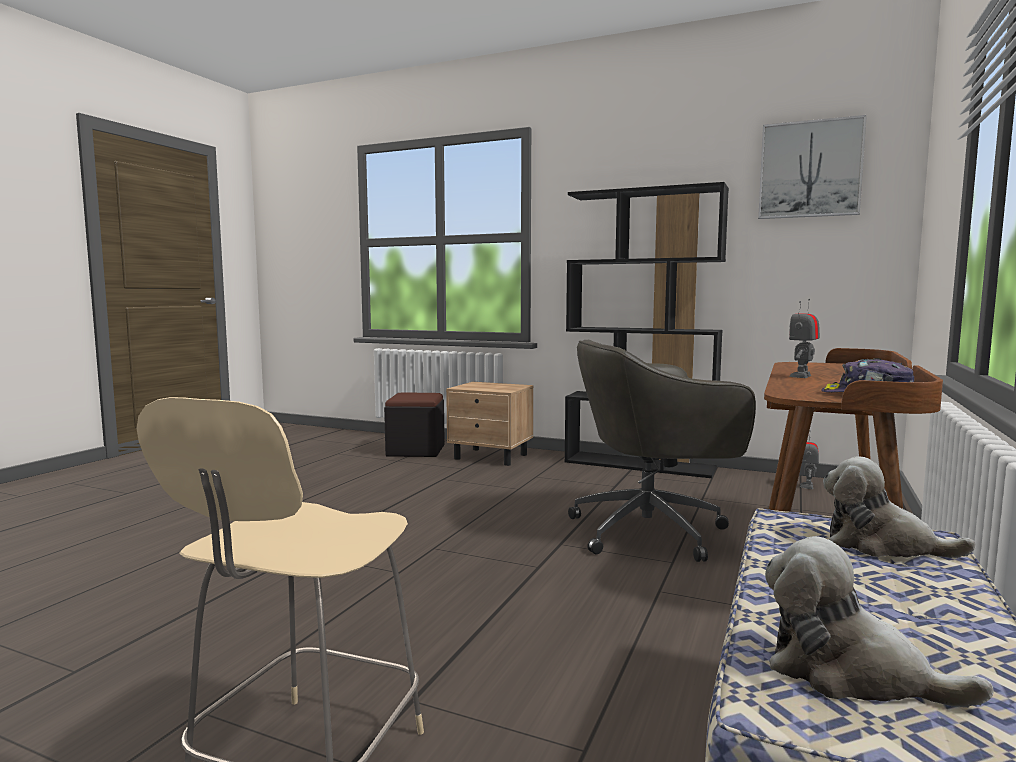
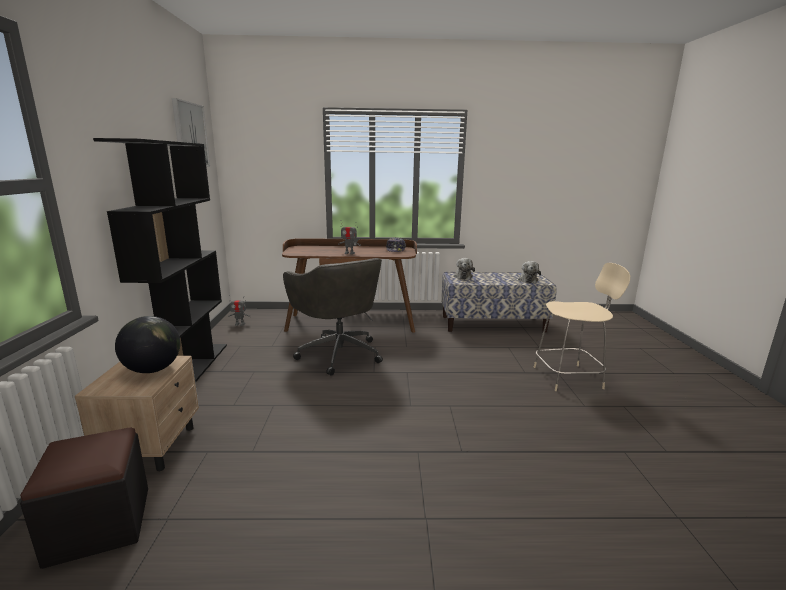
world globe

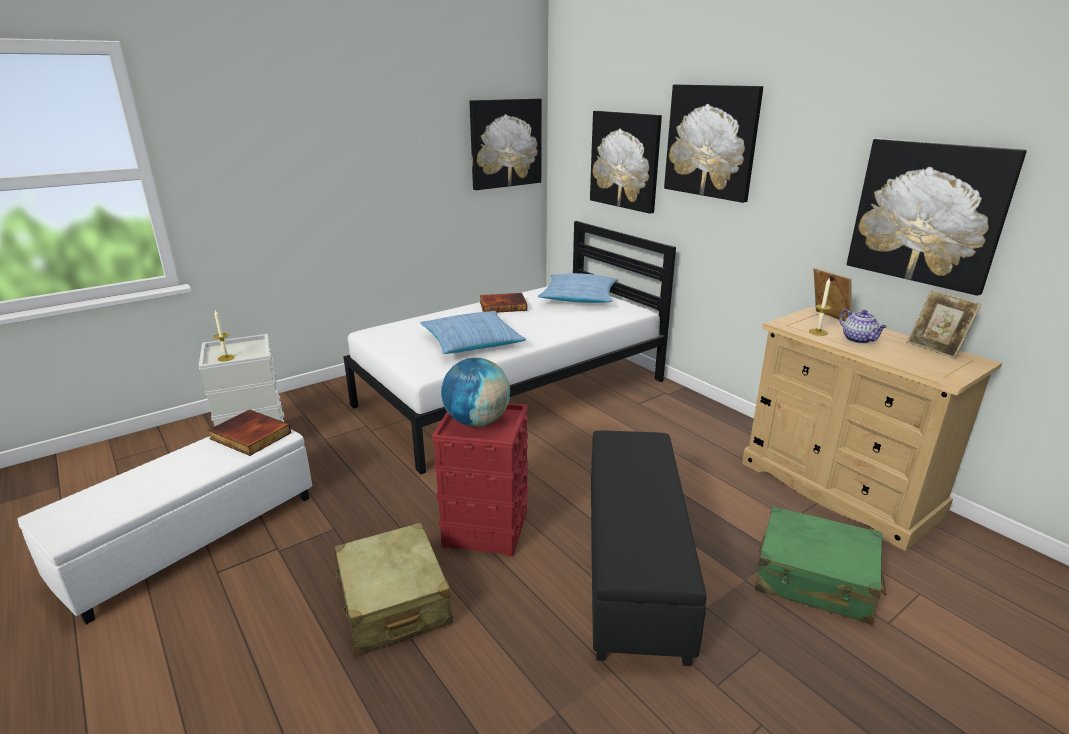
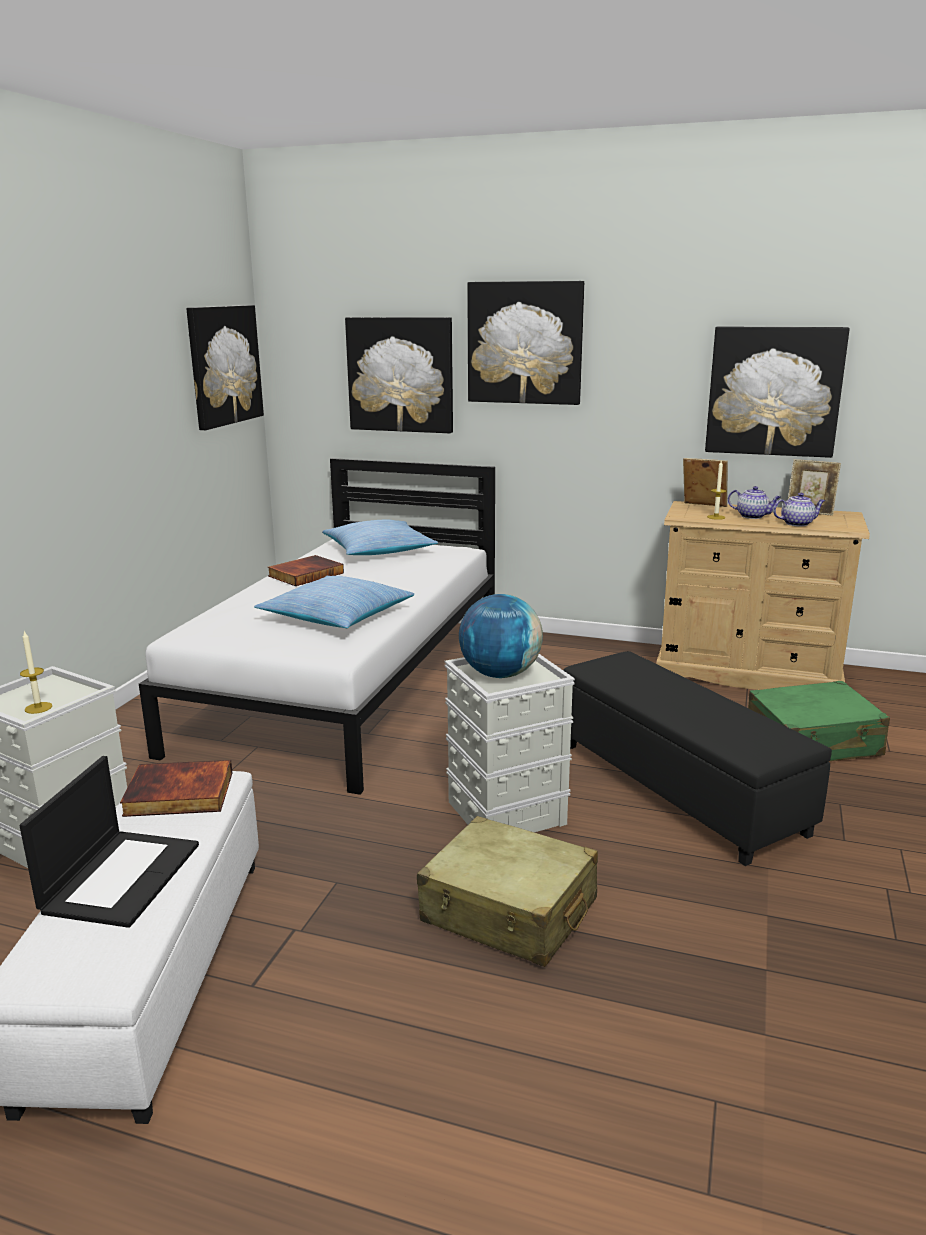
gray storage box (2nd from left)
tea pot (2nd from left)
portable computer

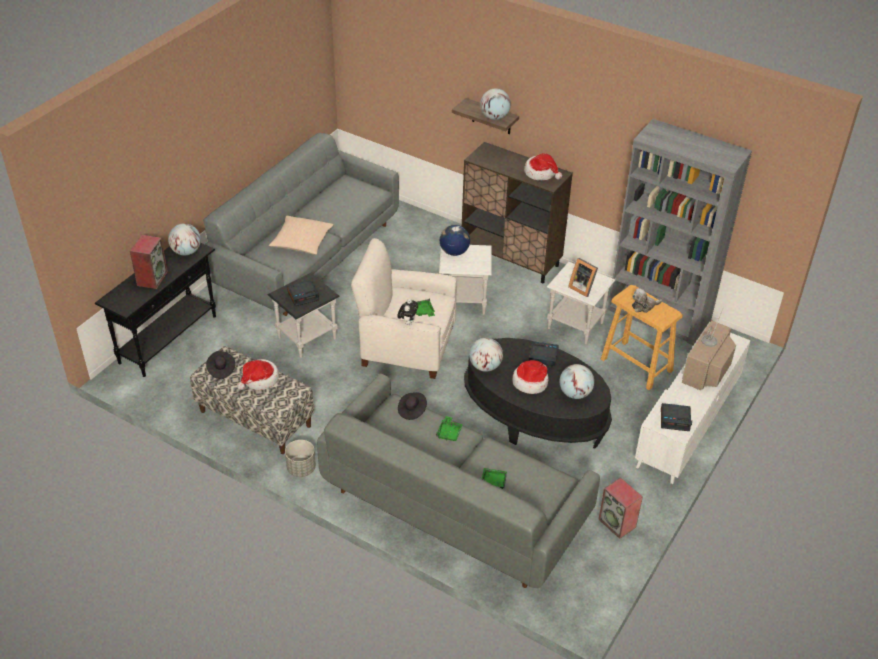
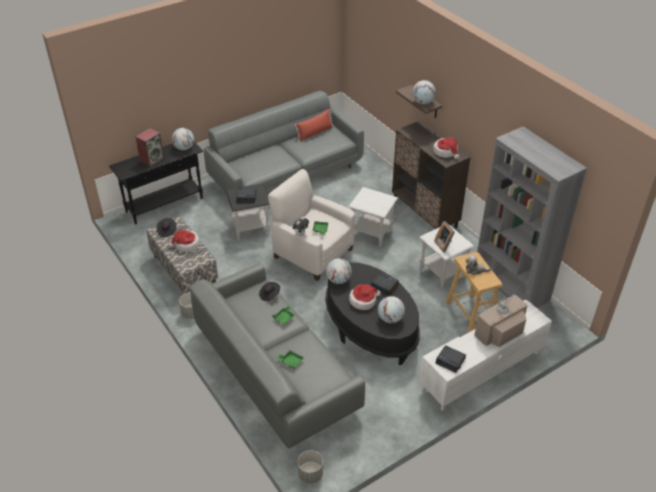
beige pillow
world globe (2nd from left in the first image)
audio speaker (2nd from left in the first image)
reddish pillow
gray planter (2nd from left)

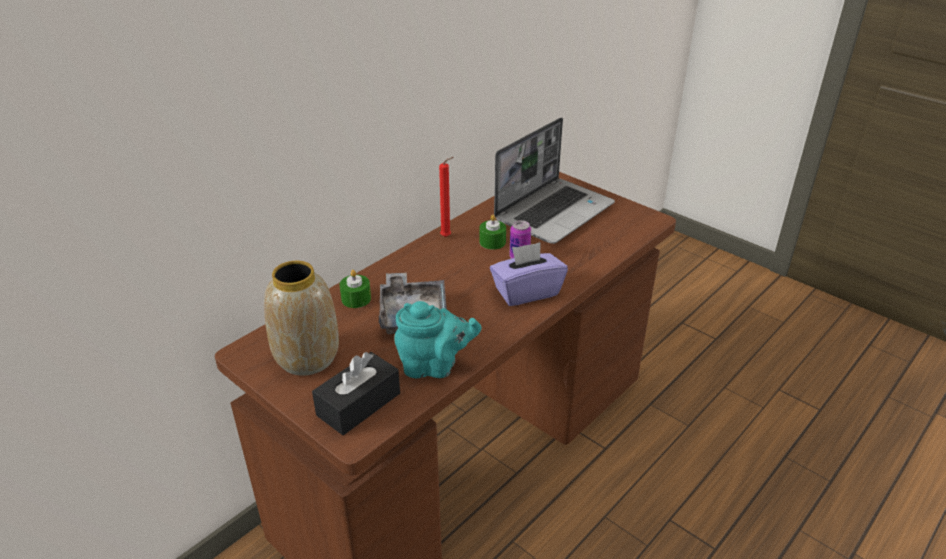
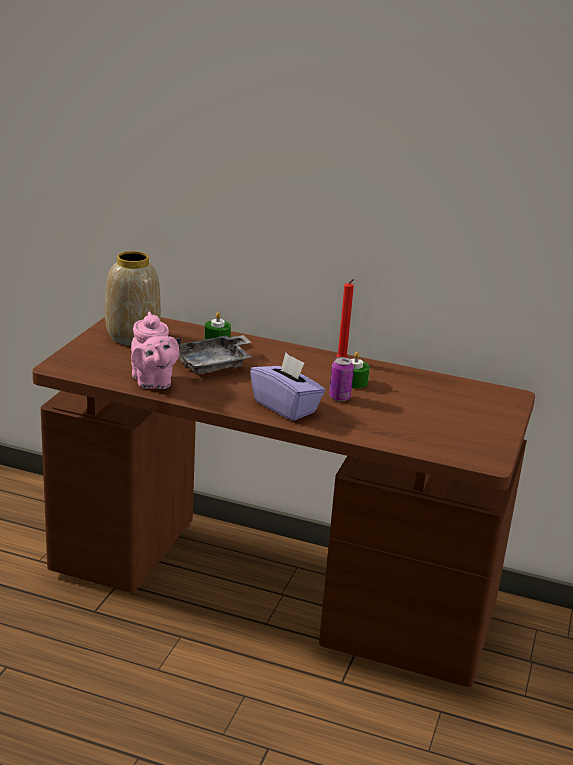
portable computer
pinkish tea pot
black tissue box

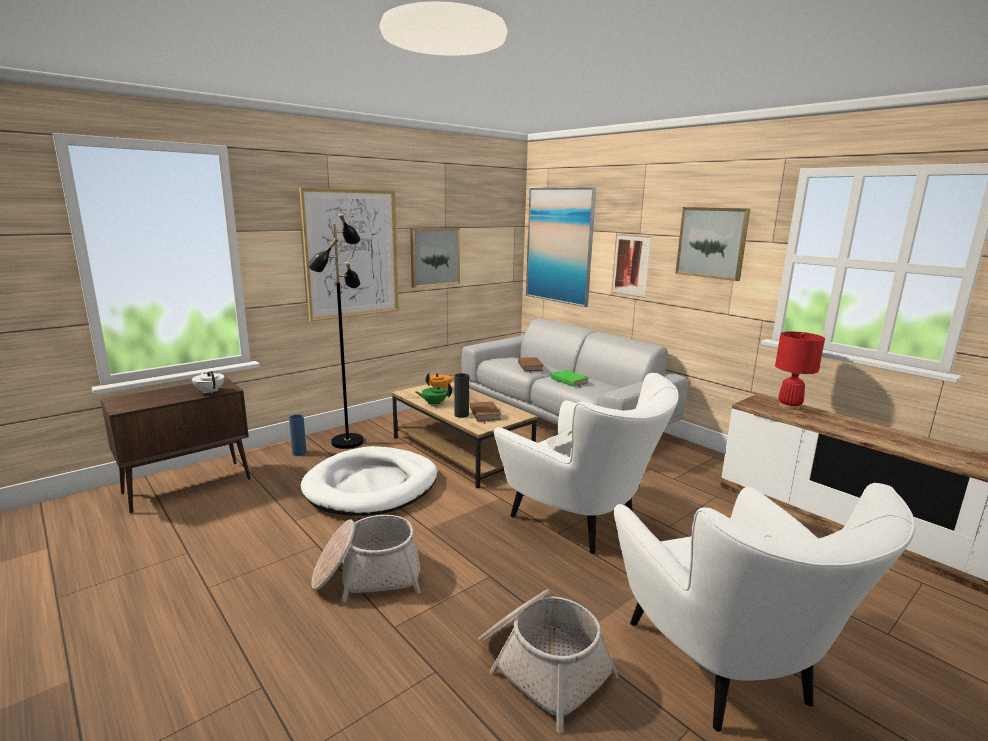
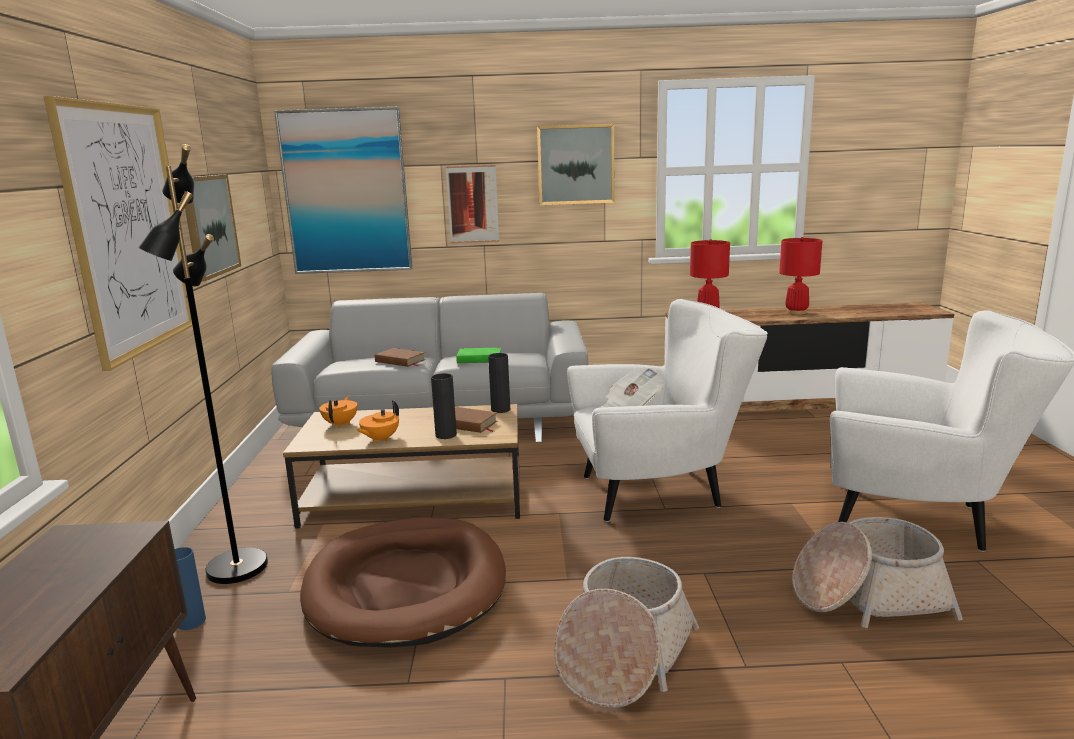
white-coloured tea pot
orange-coloured tea pot (2nd from left)
brownish pet bed
reddish tabletop lamp (2nd from left)
black vase (2nd from left)

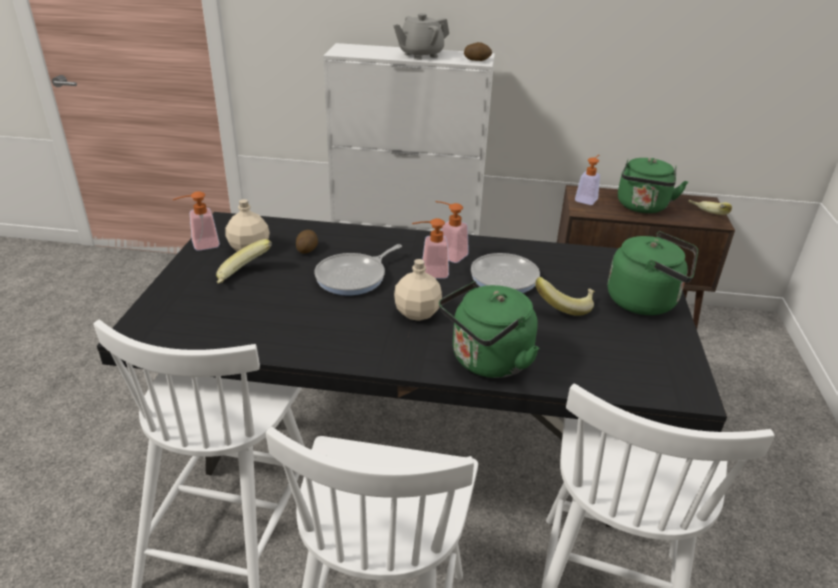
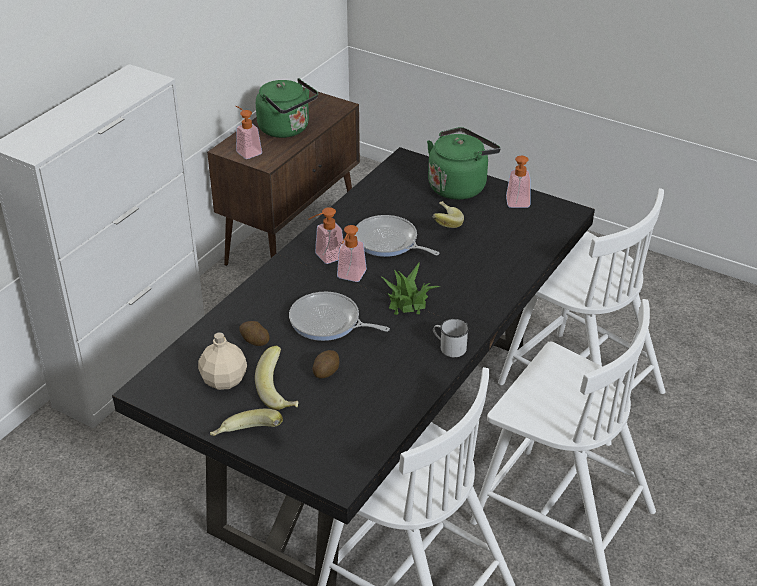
gray tea pot
potato (2nd from left)
liquid soap bottle (4th from left)
banana fruit (1st from left)
frying pan (1st from left)
plant in a pot
greenish kettle (1st from left in the first image)
white-coloured coffee mug

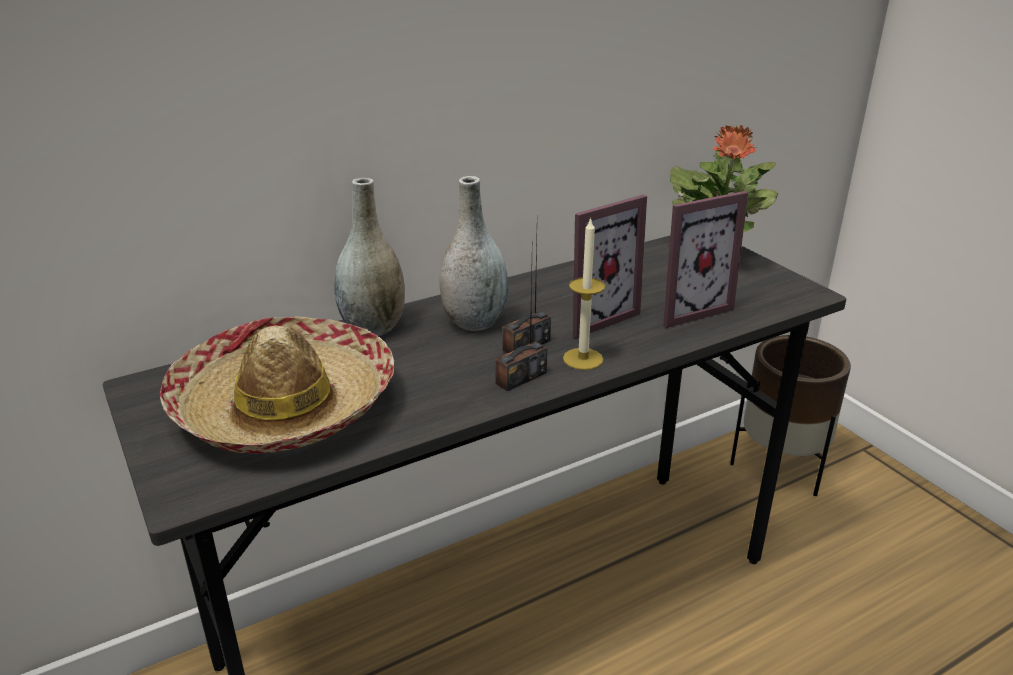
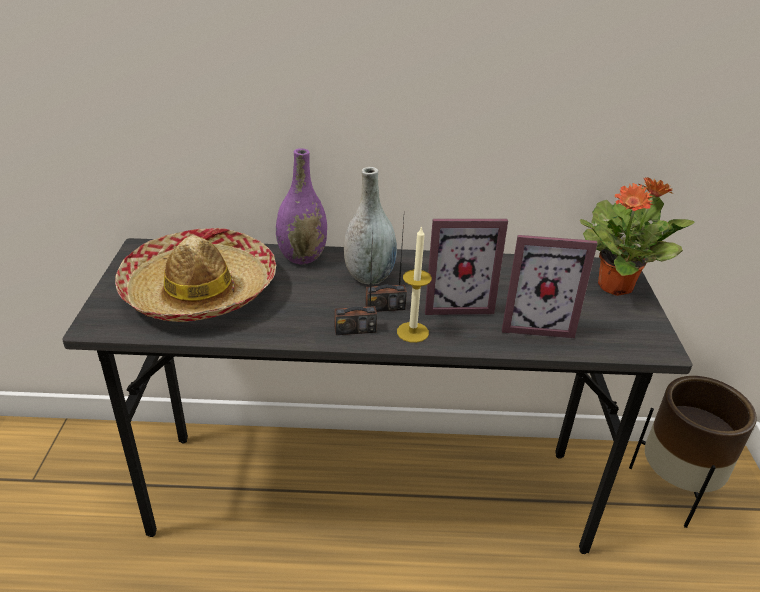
purple vase

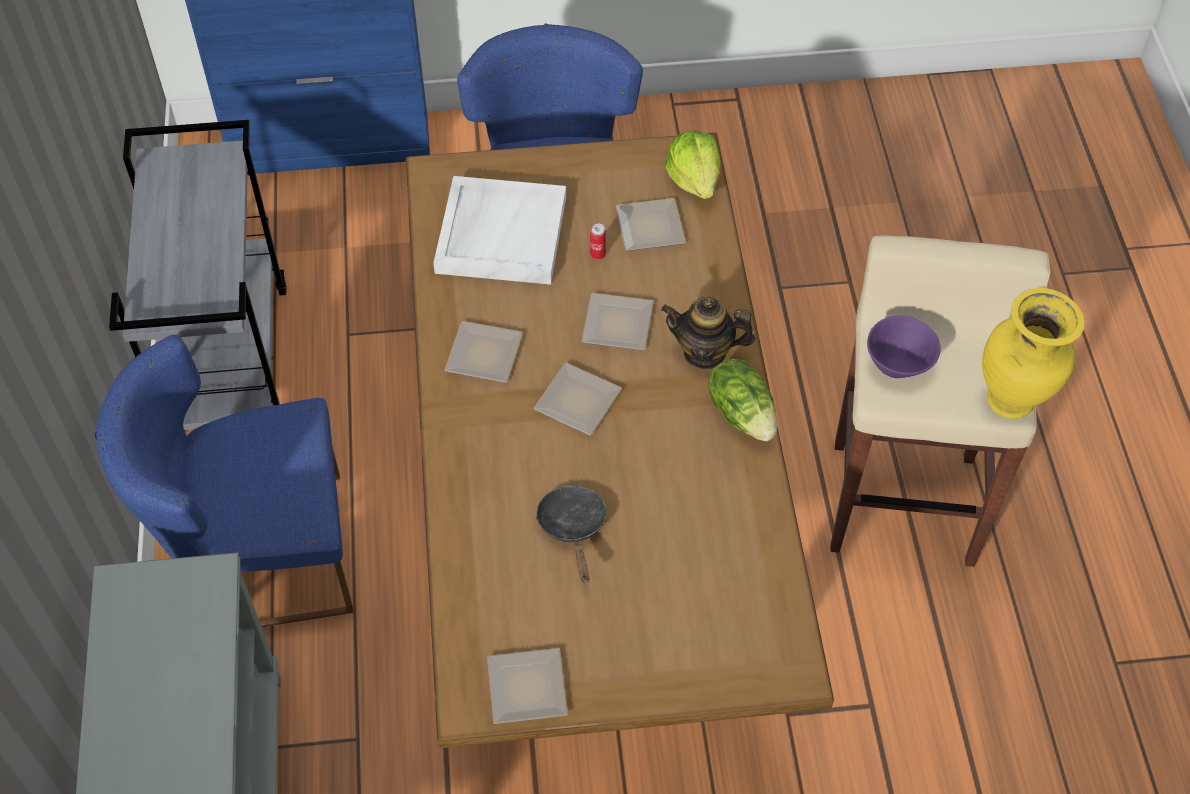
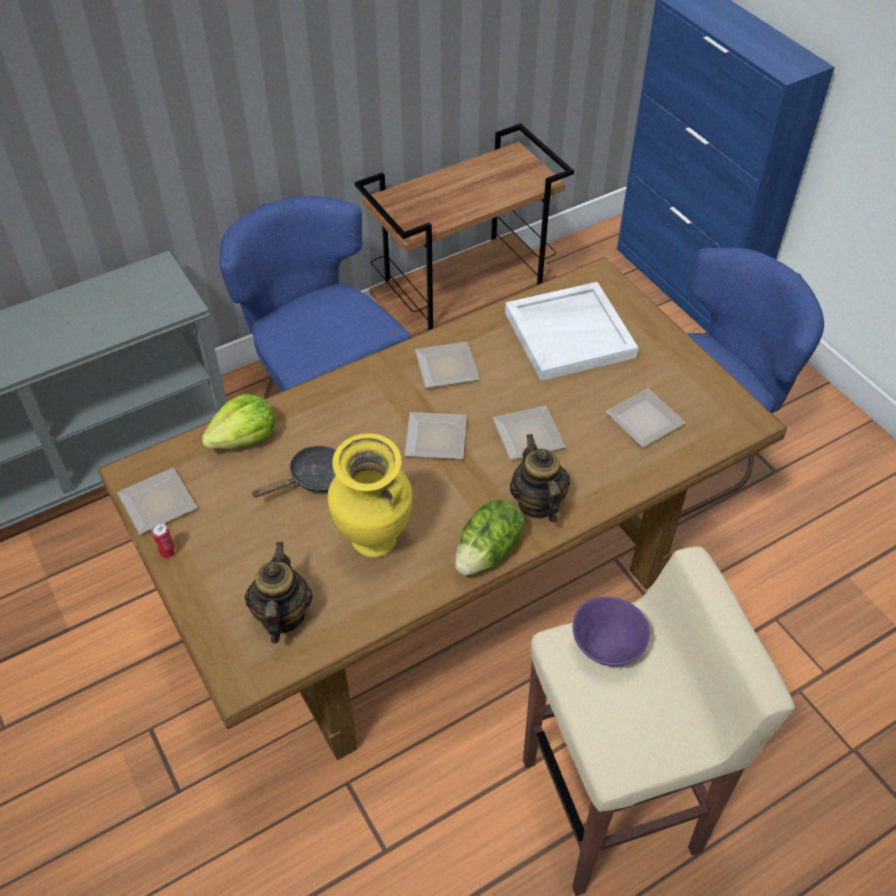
brownish cart
lettuce head (1st from left)
metal can
yellowish vase
tea pot (1st from left)

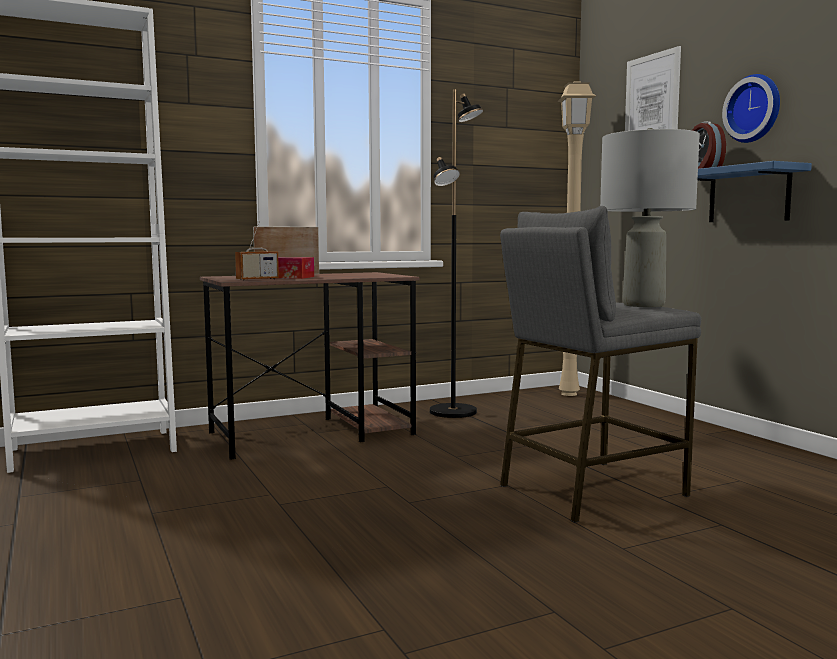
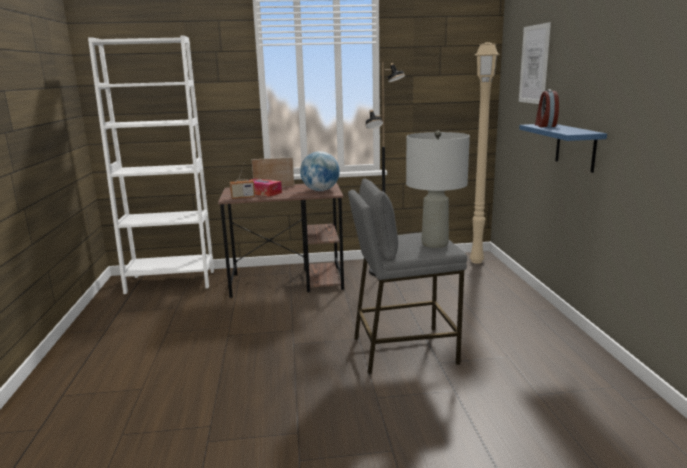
hanging clock
world globe

